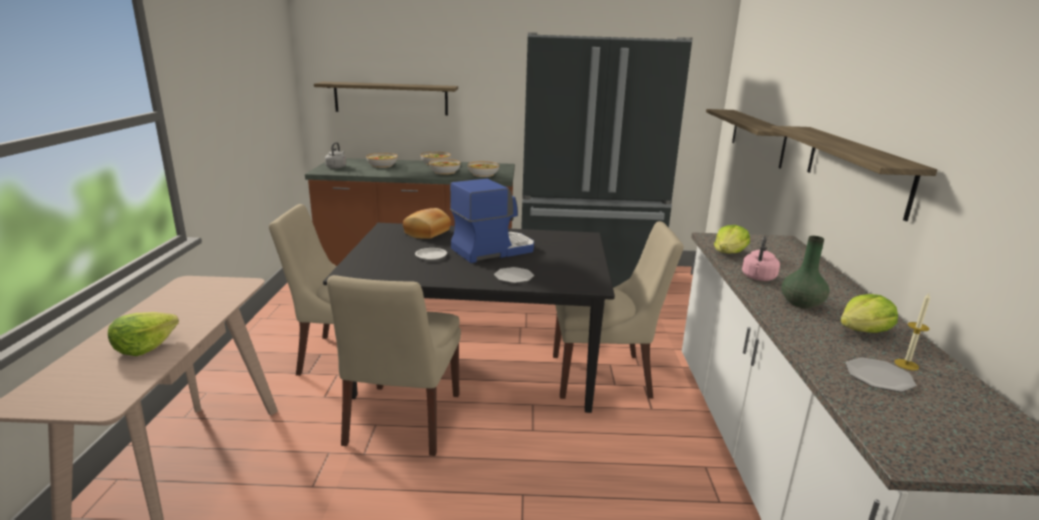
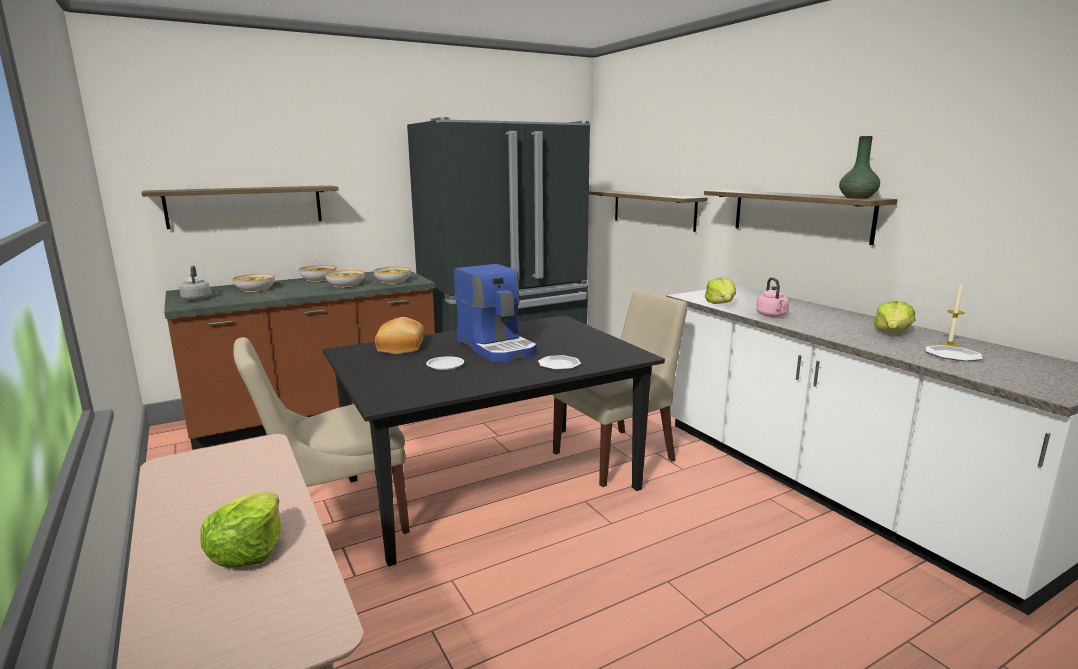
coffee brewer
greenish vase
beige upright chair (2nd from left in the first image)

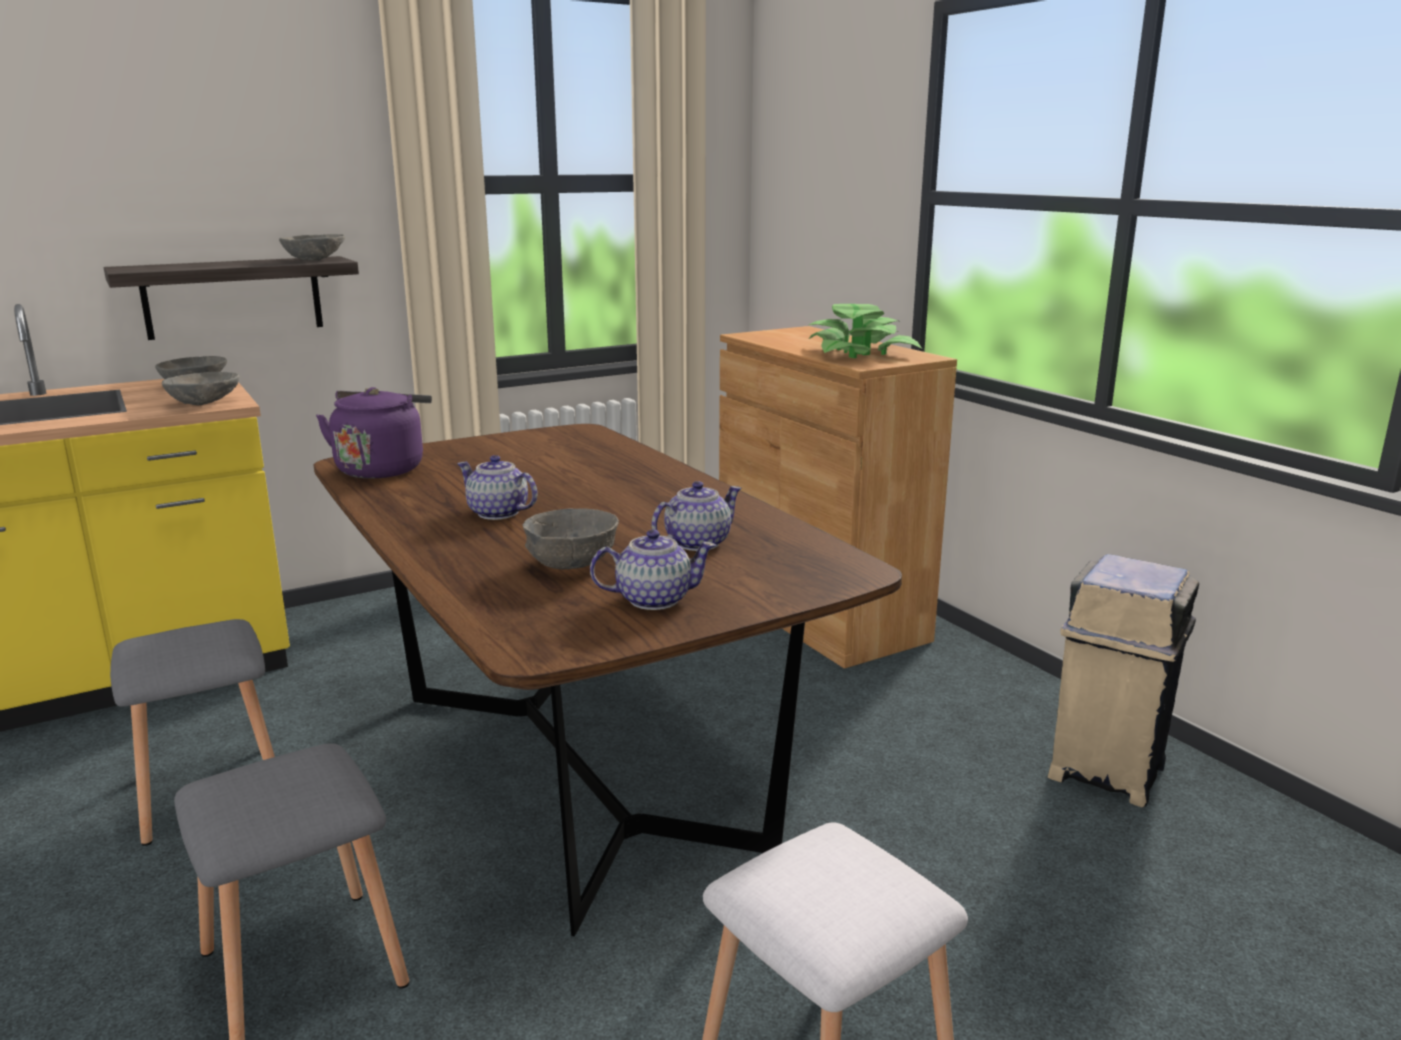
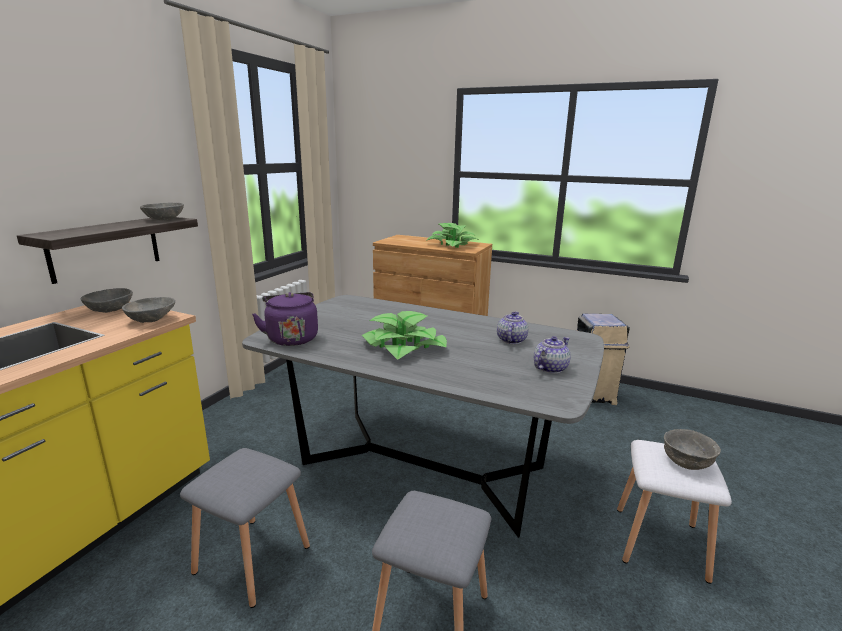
gray dining table
plant in a pot (1st from left)
gray serving bowl (4th from left)

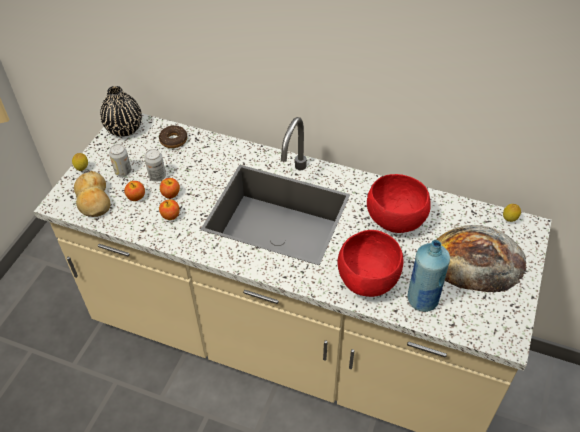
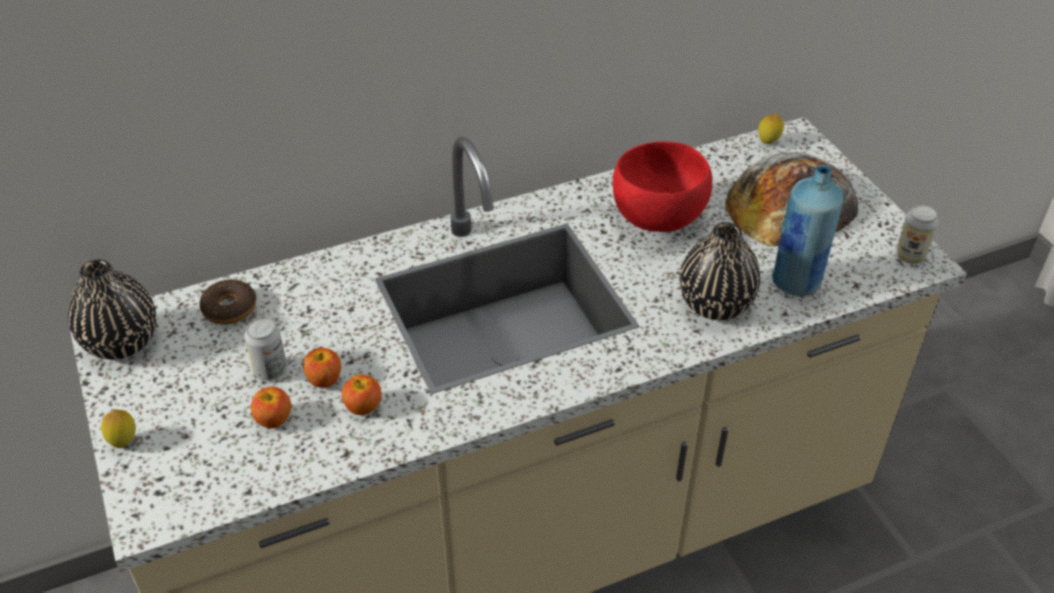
metal can (2nd from left)
bread (1st from left in the first image)
black vase (2nd from left)

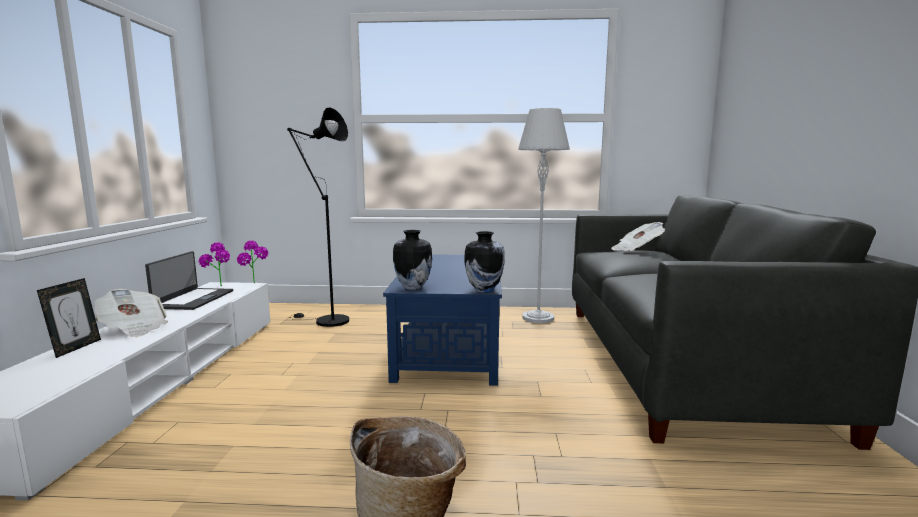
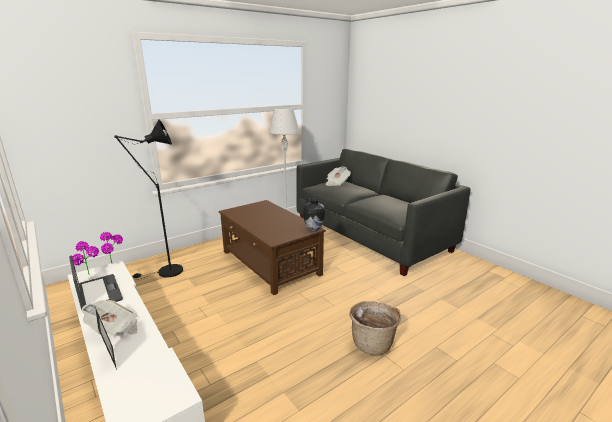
vase (1st from left in the first image)
brownish coffee table

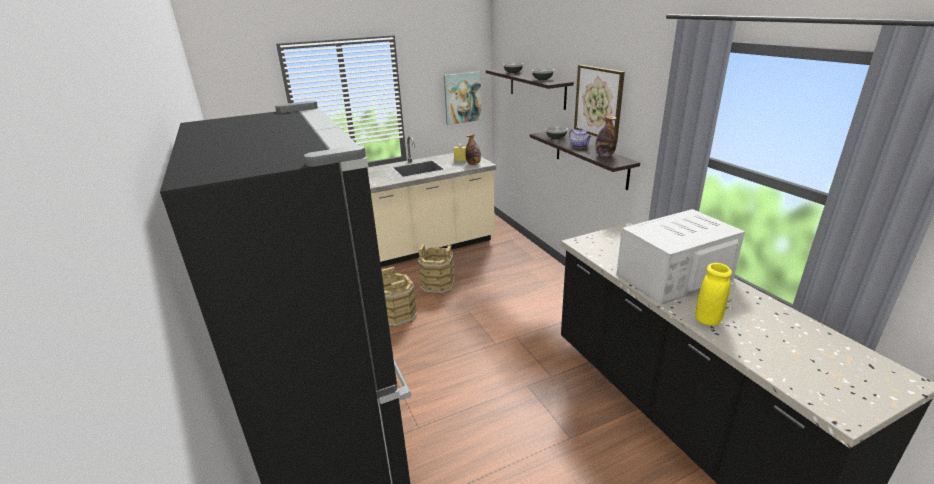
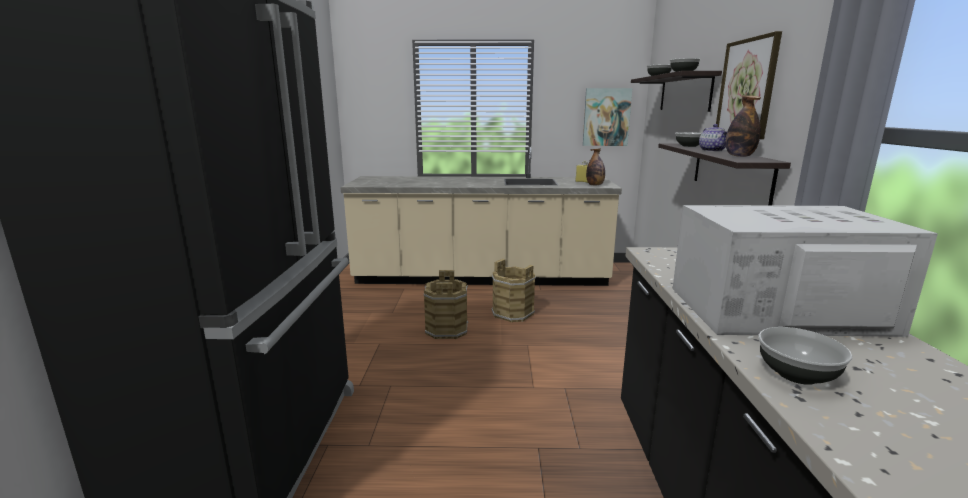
serving bowl (4th from left)

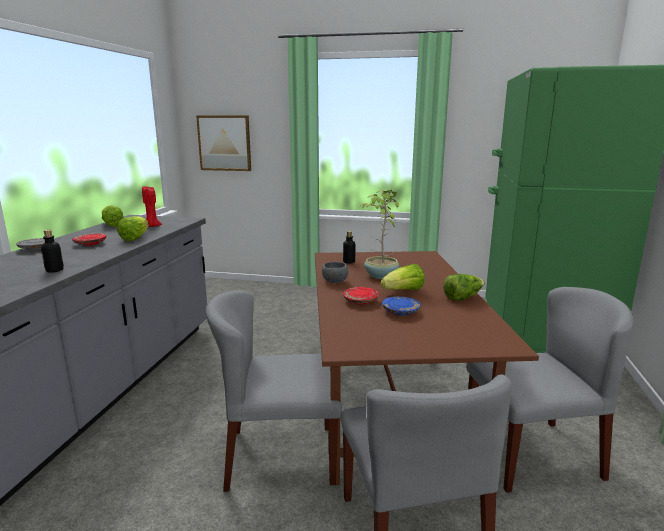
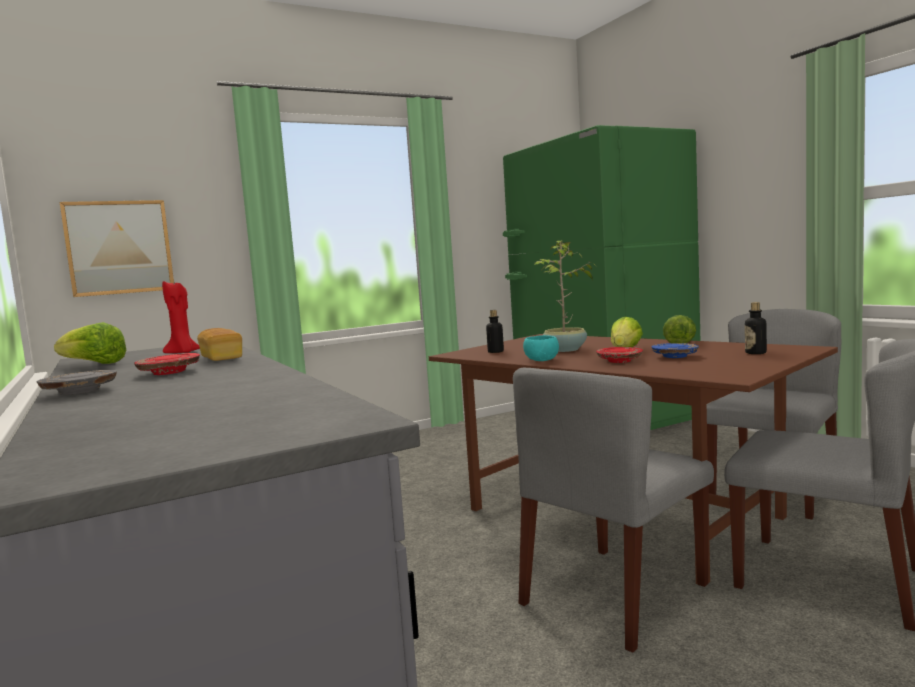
bread
drink bottle (2nd from left)
turquoise-coloured serving bowl

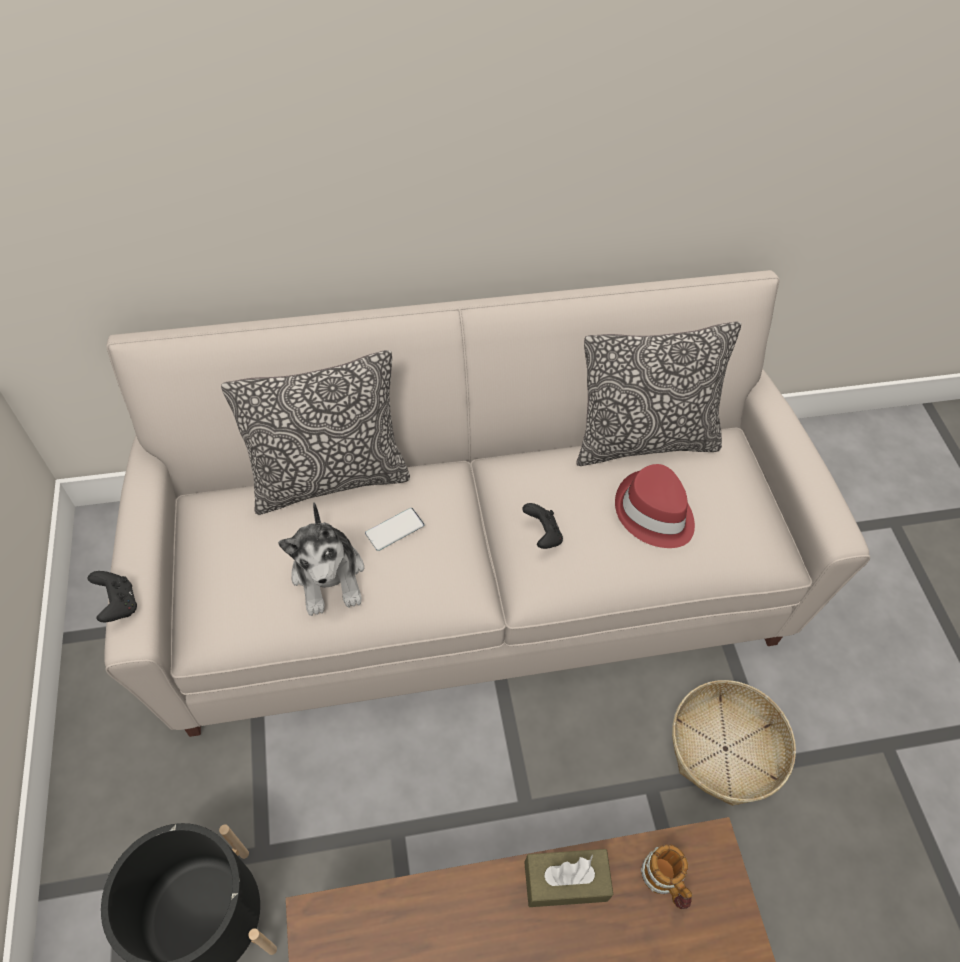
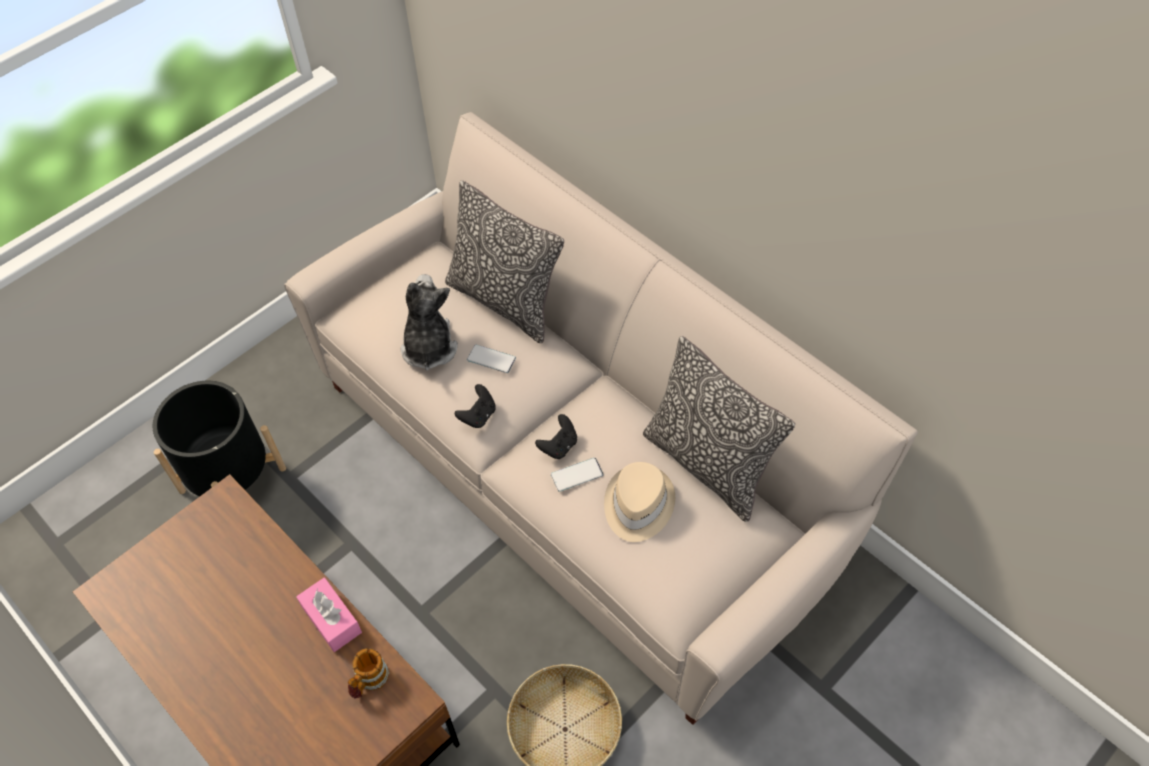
beige clothing hat
soft toy
black gamepad (1st from left)
pinkish tissue box
handset (2nd from left)

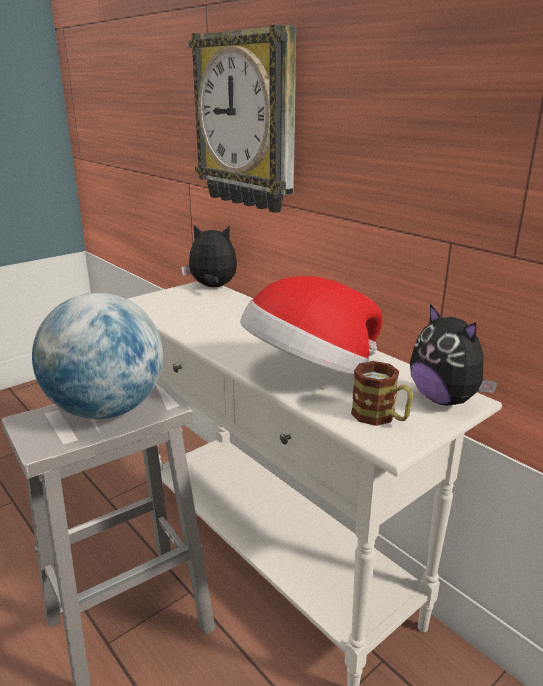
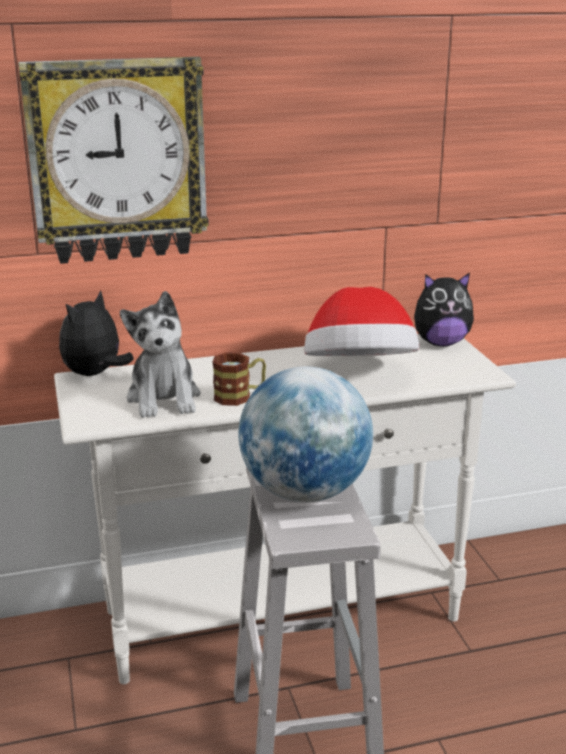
coffee mug
soft toy (2nd from left)

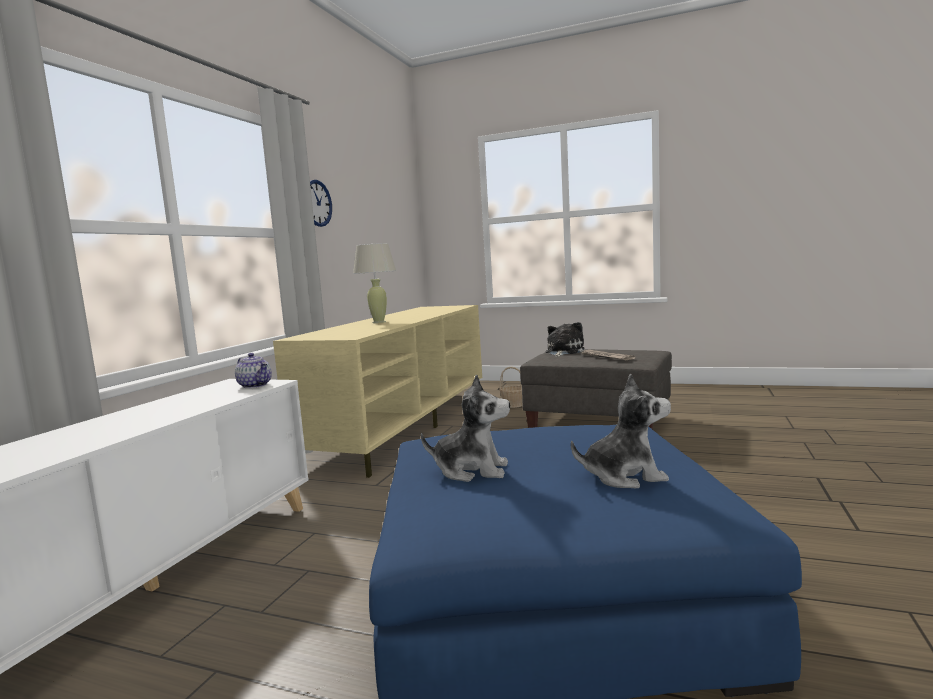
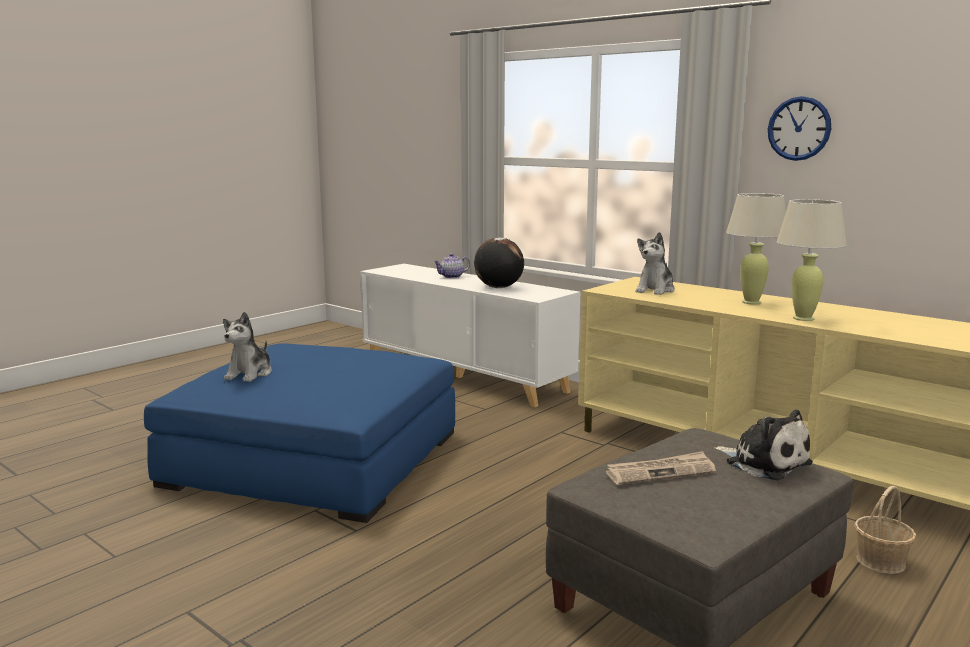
tea pot
soft toy (2nd from left)
beige tabletop lamp (2nd from left)
world globe

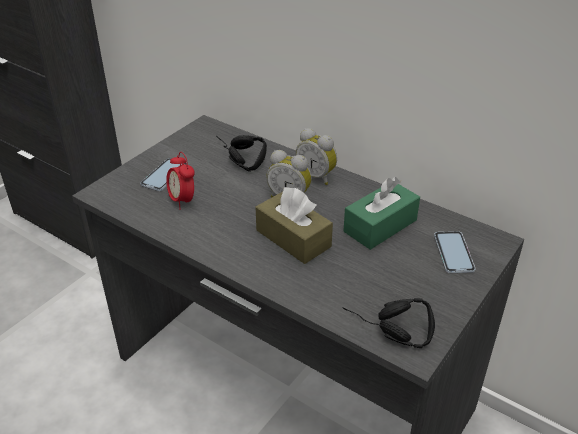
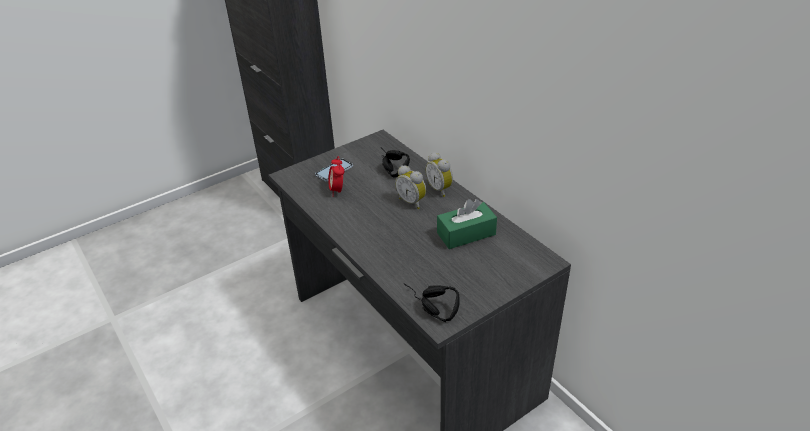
brownish tissue box
handset (2nd from left in the first image)

